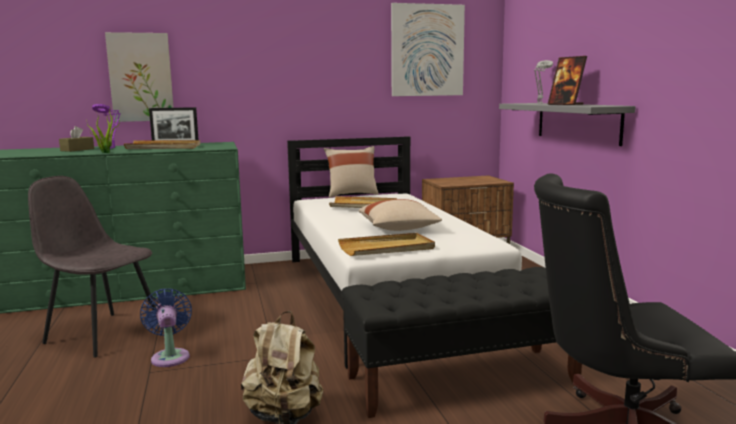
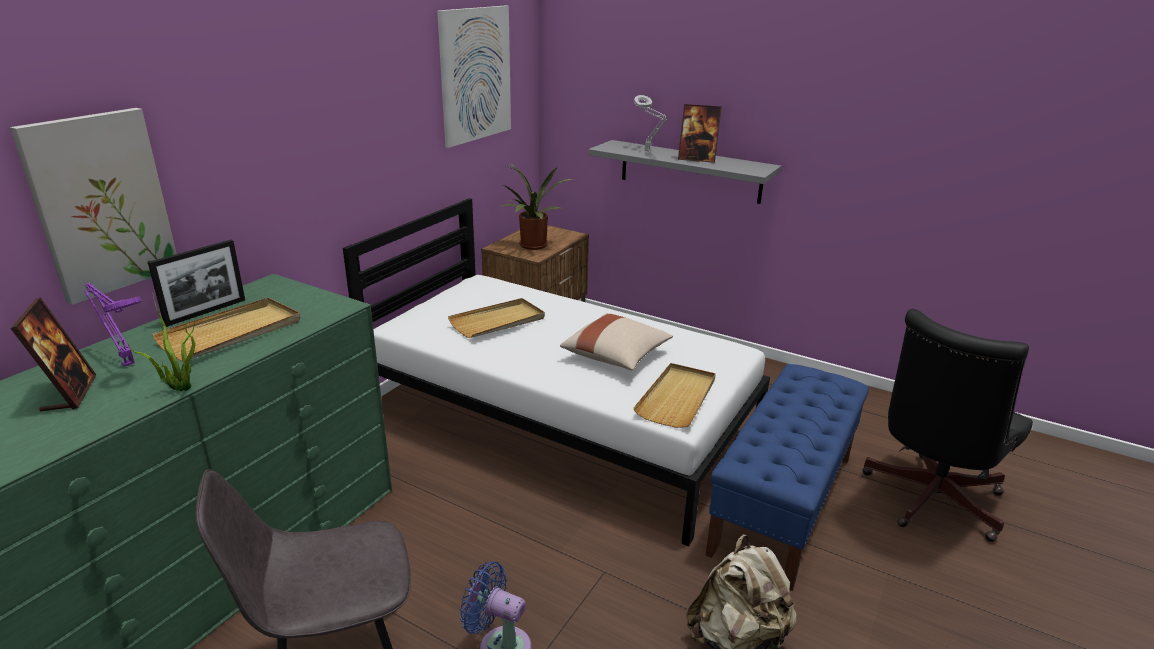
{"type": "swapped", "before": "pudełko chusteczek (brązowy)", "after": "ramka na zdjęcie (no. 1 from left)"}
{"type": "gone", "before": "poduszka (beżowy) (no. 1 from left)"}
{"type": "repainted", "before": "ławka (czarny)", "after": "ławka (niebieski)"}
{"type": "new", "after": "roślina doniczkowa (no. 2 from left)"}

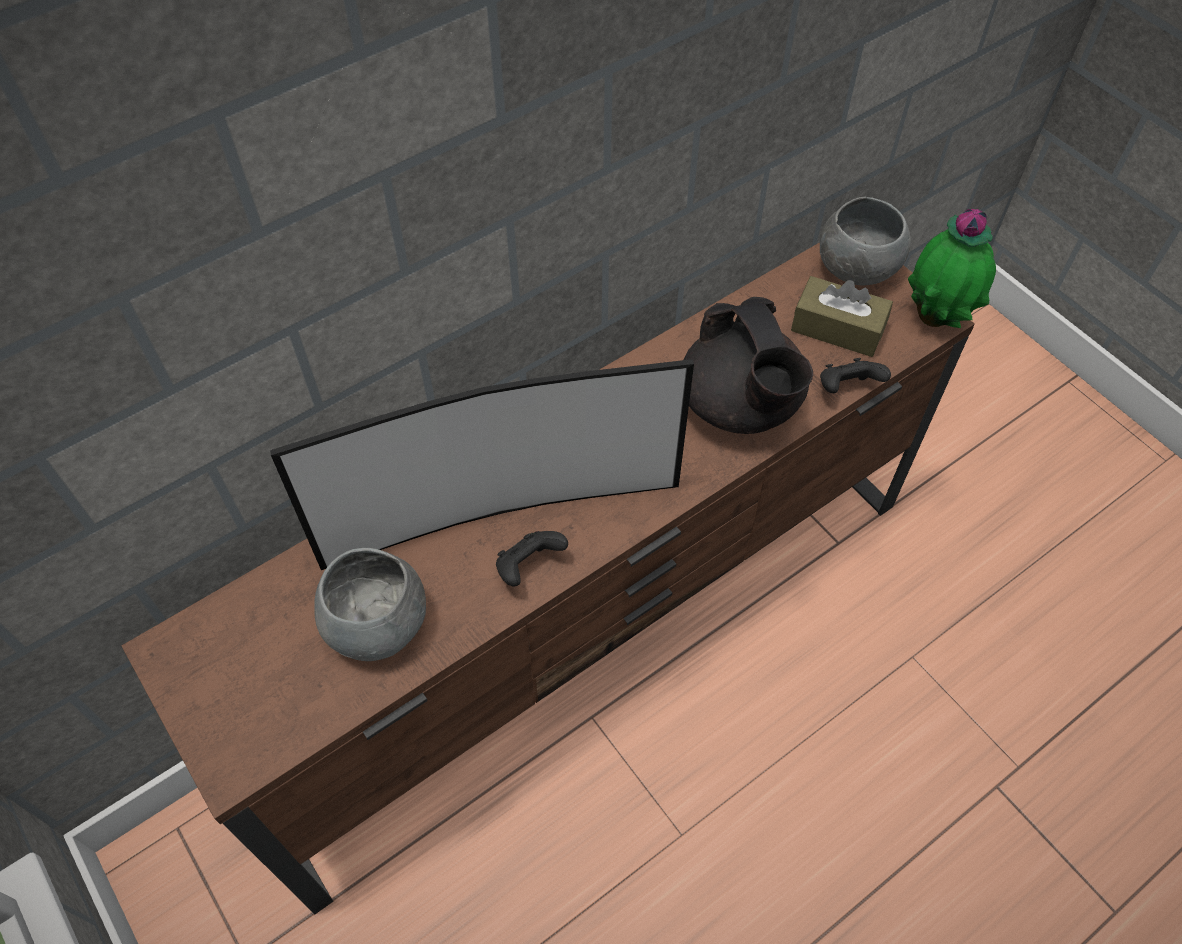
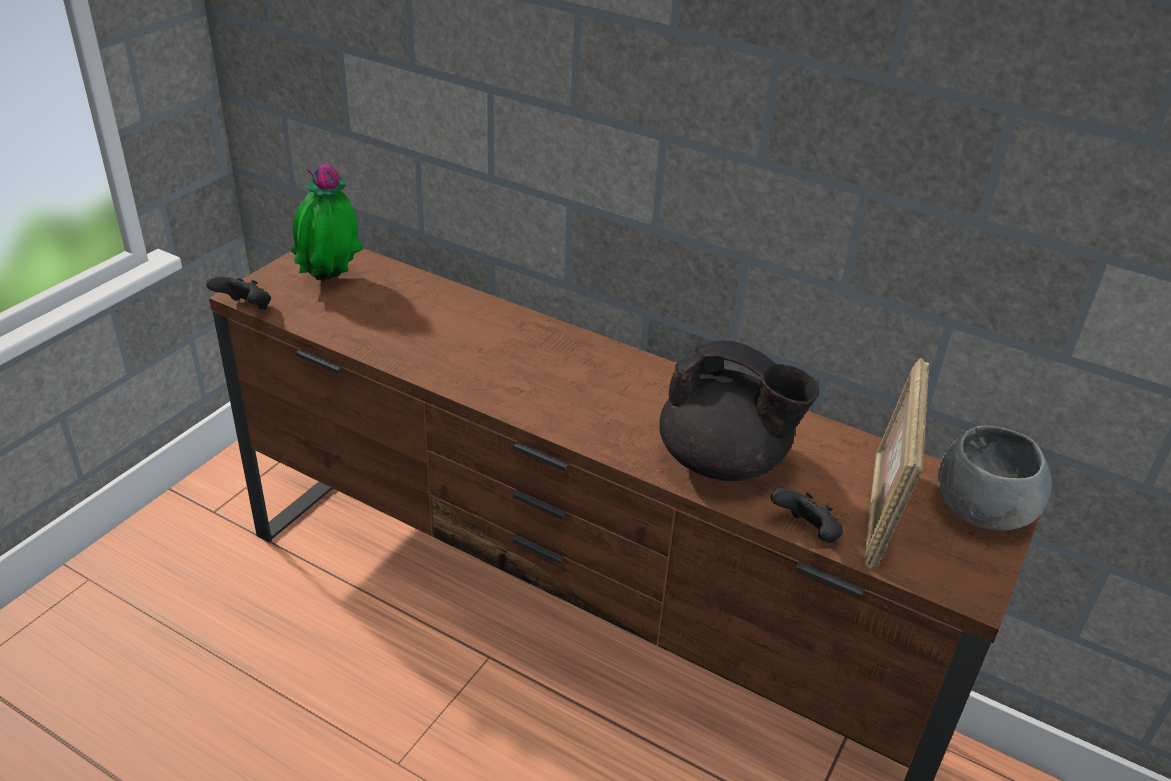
{"type": "shifted", "before": "roślina doniczkowa"}
{"type": "swapped", "before": "pudełko chusteczek (brązowy)", "after": "ramka na zdjęcie"}
{"type": "rotated", "before": "imbryk (czarny)", "turn": -105}
{"type": "gone", "before": "telewizor"}
{"type": "shifted", "before": "pad do gier (czarny) (no. 1 from left)"}
{"type": "gone", "before": "miska (szary) (no. 1 from left)"}

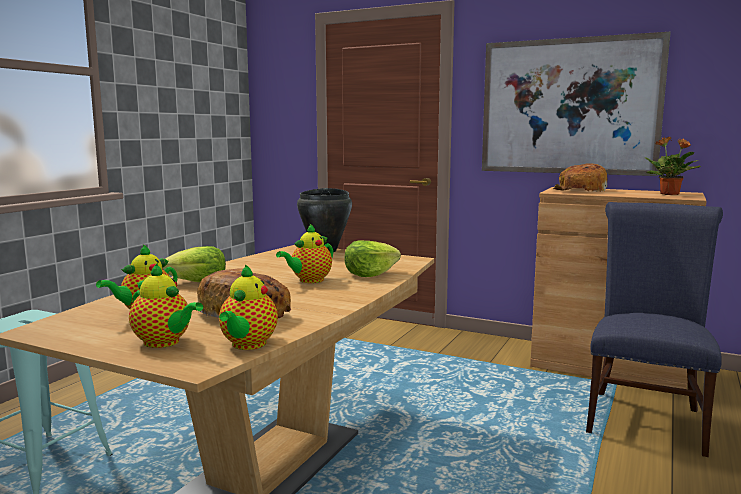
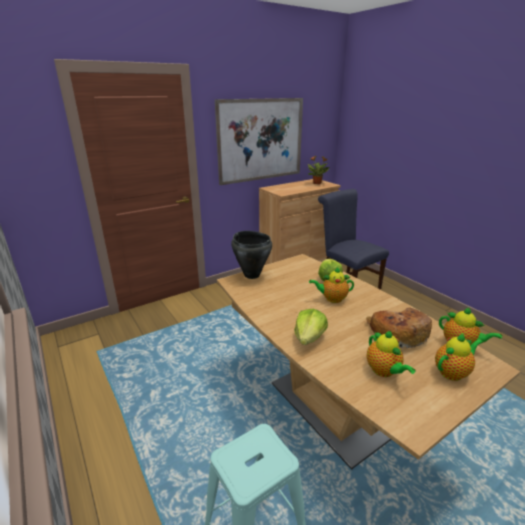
{"type": "gone", "before": "chleb (no. 2 from left)"}
{"type": "rotated", "before": "imbryk (no. 4 from left in the first image)", "turn": 105}

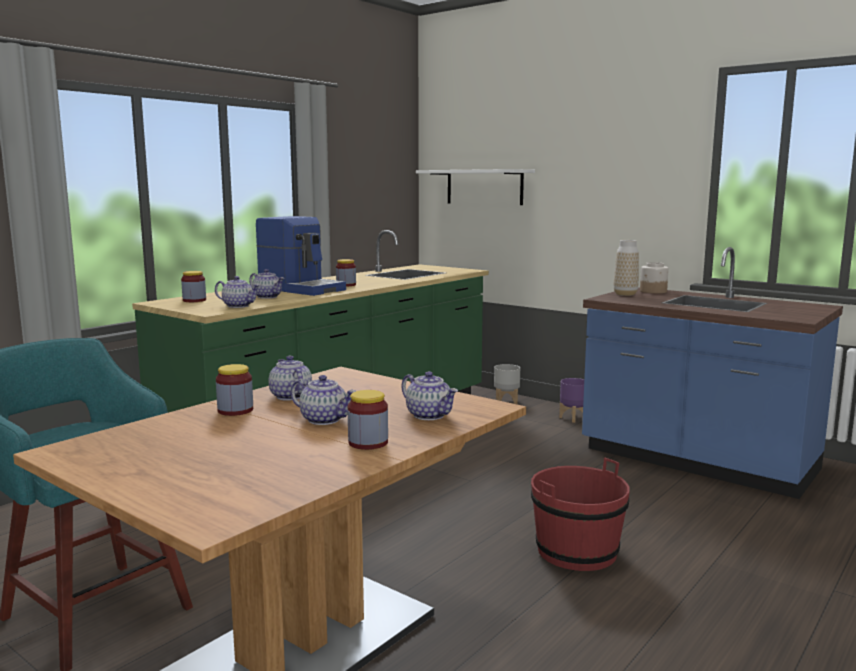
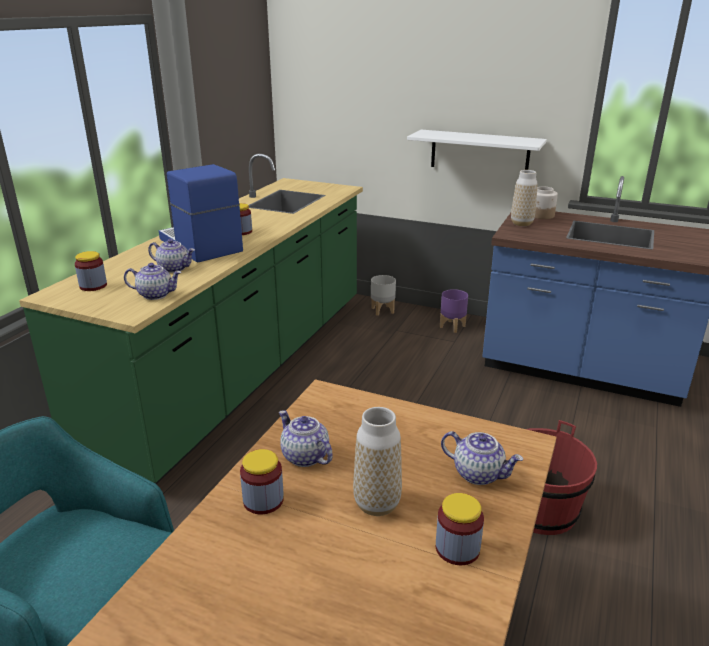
{"type": "shifted", "before": "półka (biały)"}
{"type": "rotated", "before": "ekspres do kawy", "turn": -150}
{"type": "swapped", "before": "imbryk (no. 4 from left)", "after": "wazon (no. 1 from left)"}

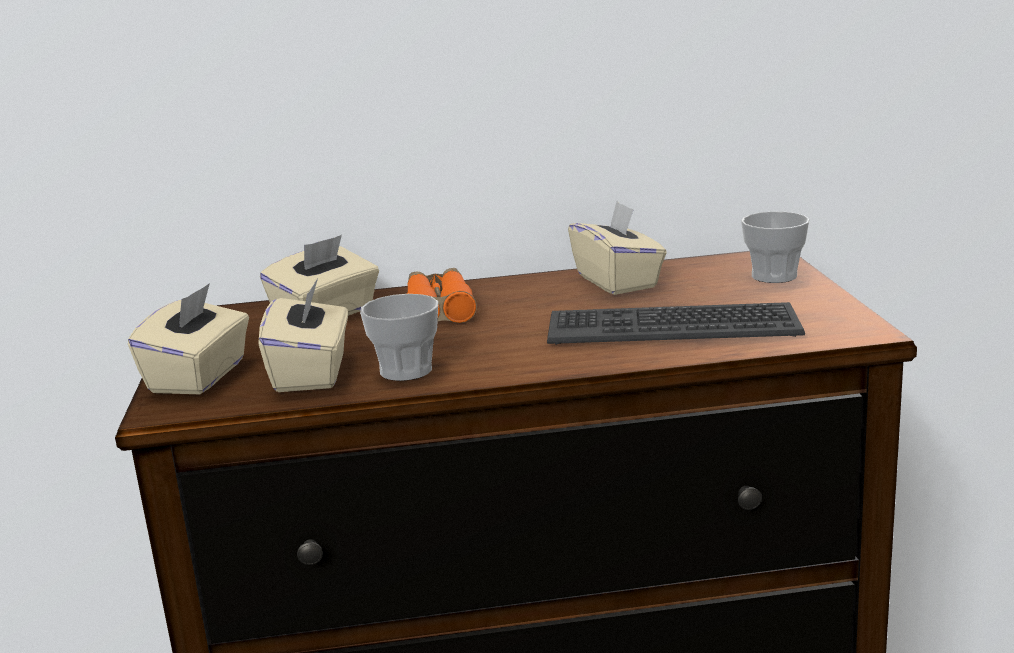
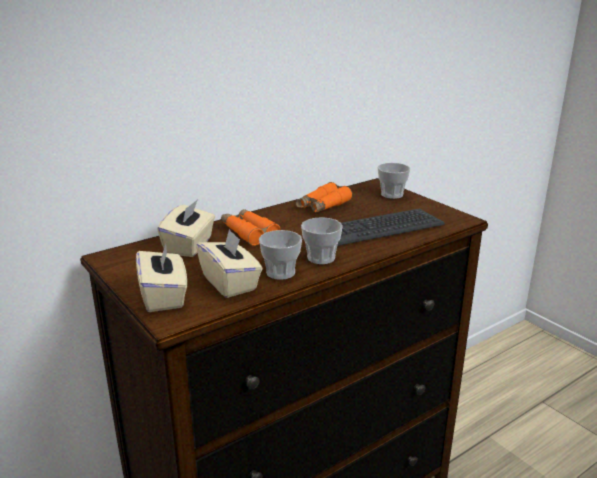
{"type": "swapped", "before": "pudełko chusteczek (beżowy) (no. 4 from left)", "after": "lornetka (pomarańczowy) (no. 2 from left)"}
{"type": "new", "after": "filiżanka (no. 2 from left)"}

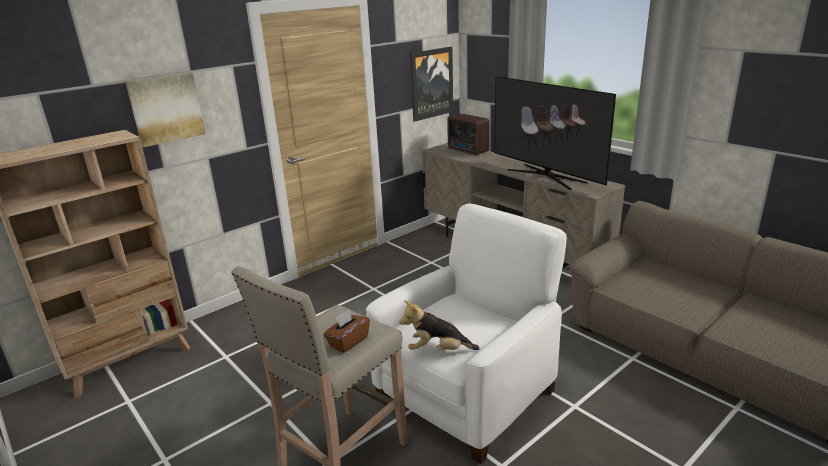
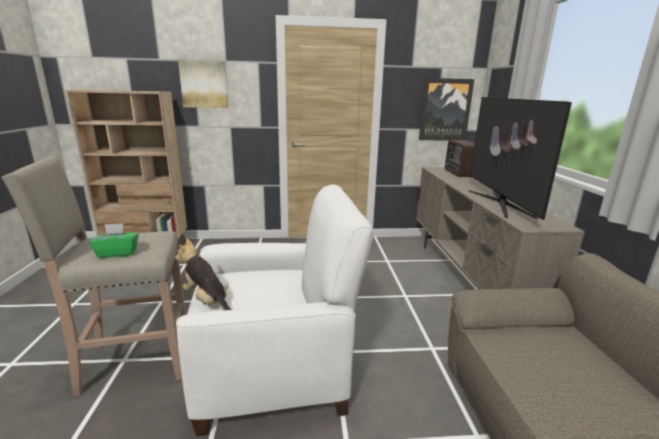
{"type": "repainted", "before": "pudełko chusteczek (brązowy)", "after": "pudełko chusteczek (zielony)"}

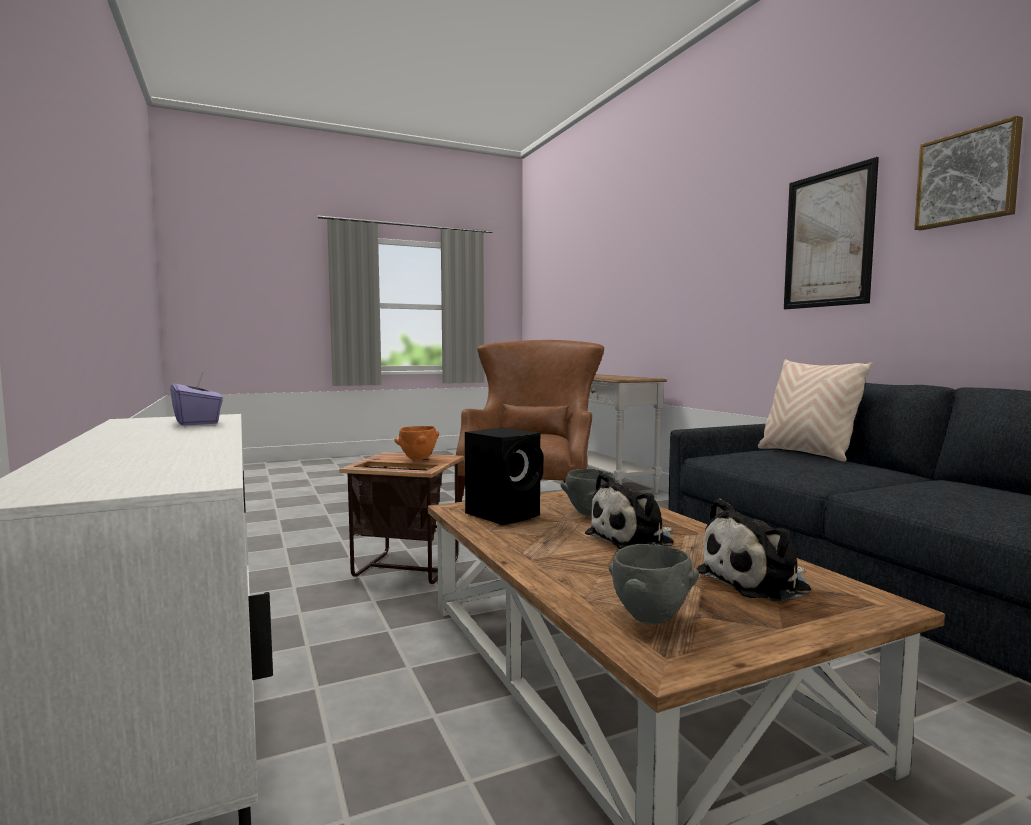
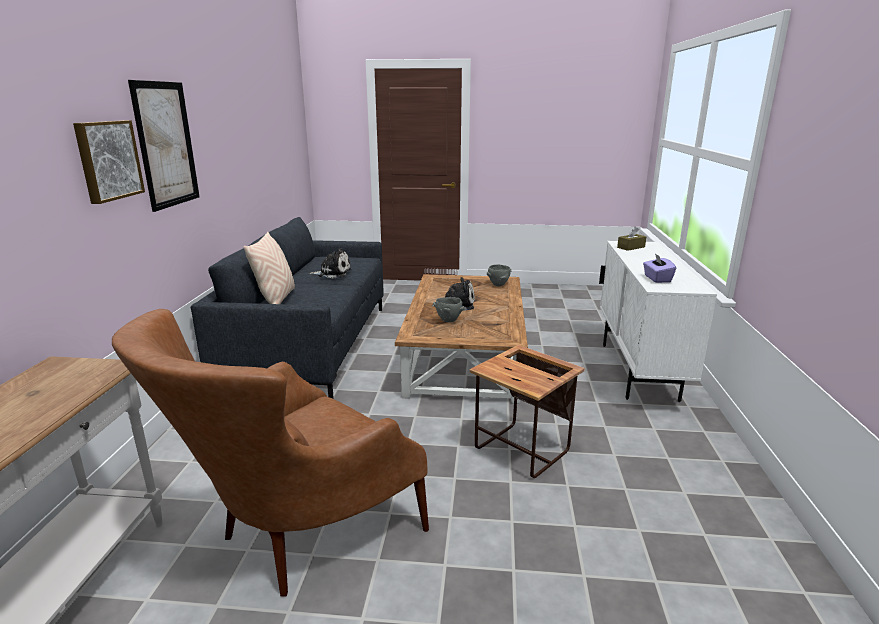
{"type": "shifted", "before": "obraz (no. 2 from left in the first image)", "after": "obraz (no. 1 from left)"}
{"type": "gone", "before": "miska (pomarańczowy)"}
{"type": "gone", "before": "głośnik (czarny)"}
{"type": "shifted", "before": "pluszak (no. 2 from left in the first image)", "after": "pluszak (no. 1 from left)"}
{"type": "new", "after": "pudełko chusteczek (brązowy)"}

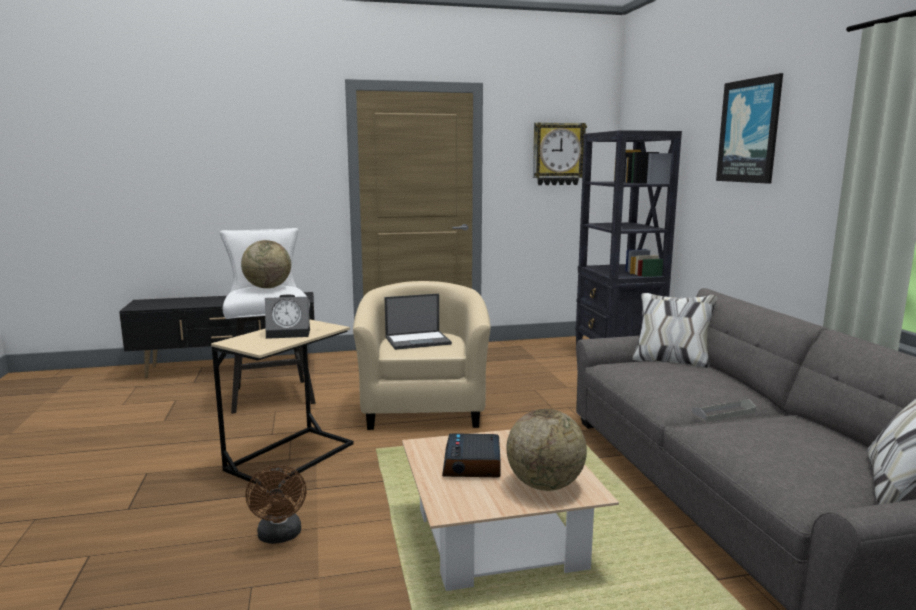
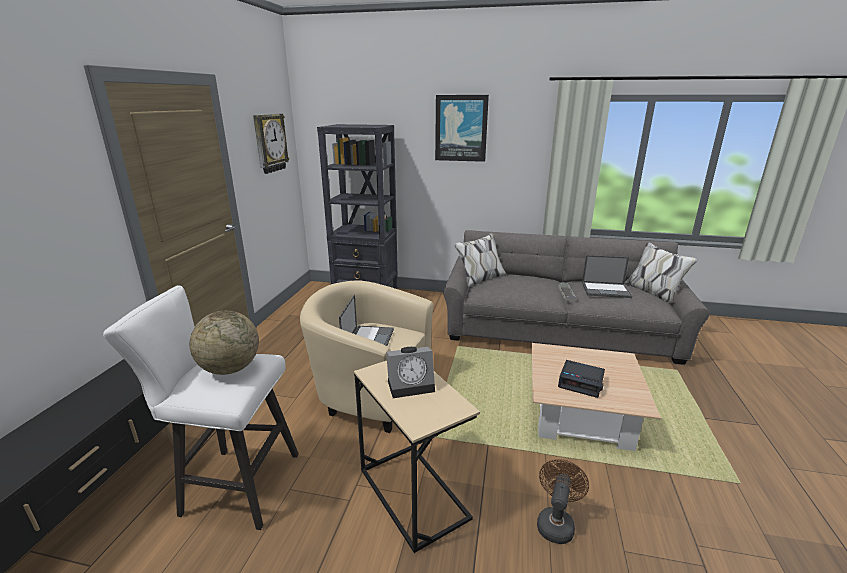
{"type": "rotated", "before": "budzik (no. 1 from left)", "turn": 60}
{"type": "gone", "before": "globus (no. 2 from left)"}
{"type": "rotated", "before": "wentylator (brązowy)", "turn": -75}
{"type": "new", "after": "laptop (no. 2 from left)"}

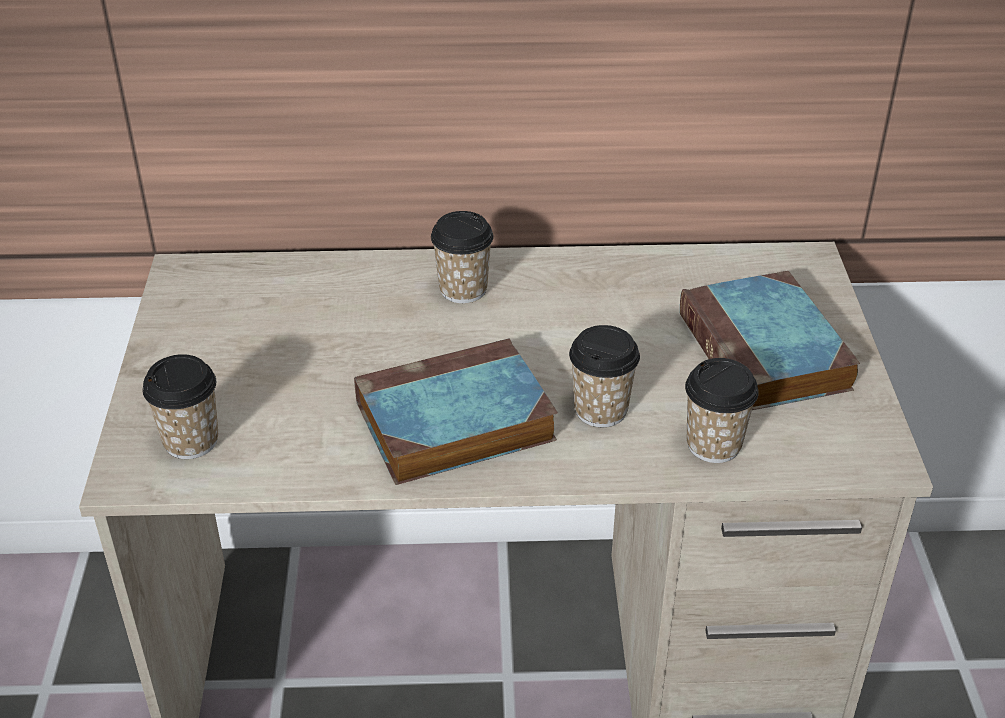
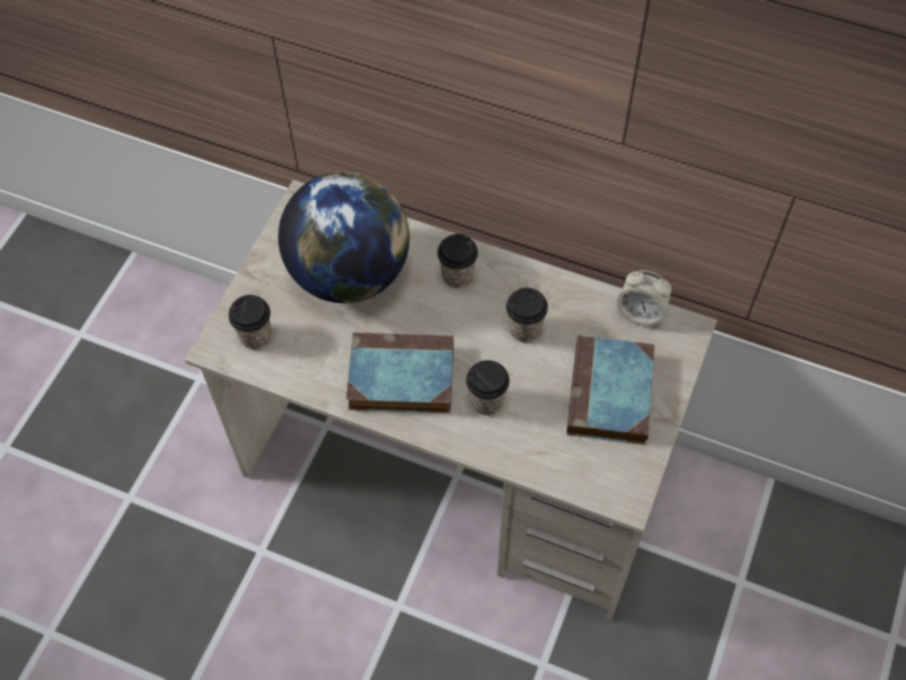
{"type": "shifted", "before": "filiżanka (no. 4 from left)"}
{"type": "new", "after": "globus"}
{"type": "new", "after": "budzik"}

